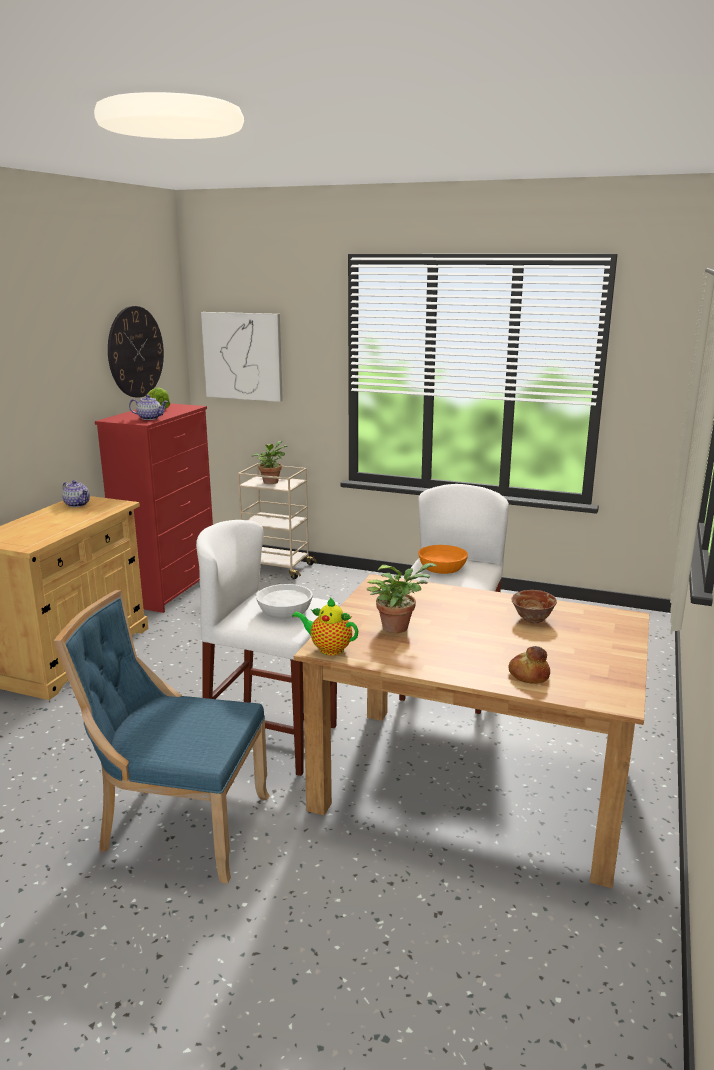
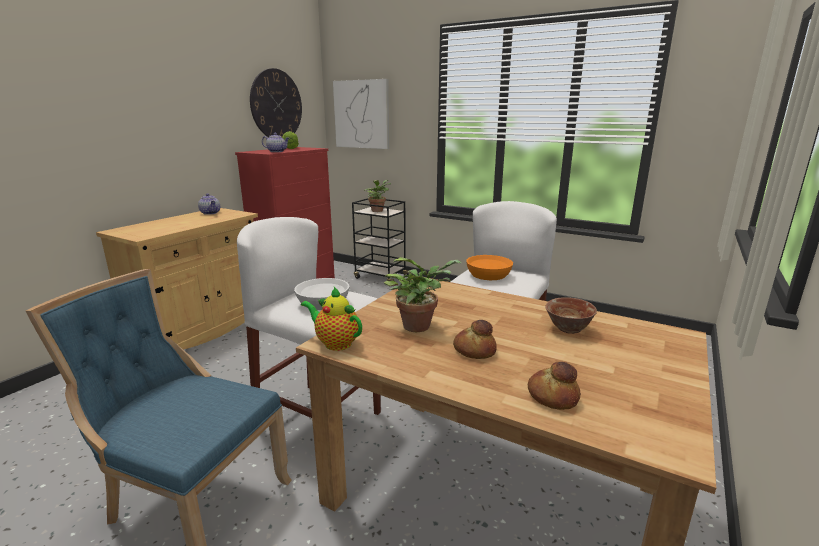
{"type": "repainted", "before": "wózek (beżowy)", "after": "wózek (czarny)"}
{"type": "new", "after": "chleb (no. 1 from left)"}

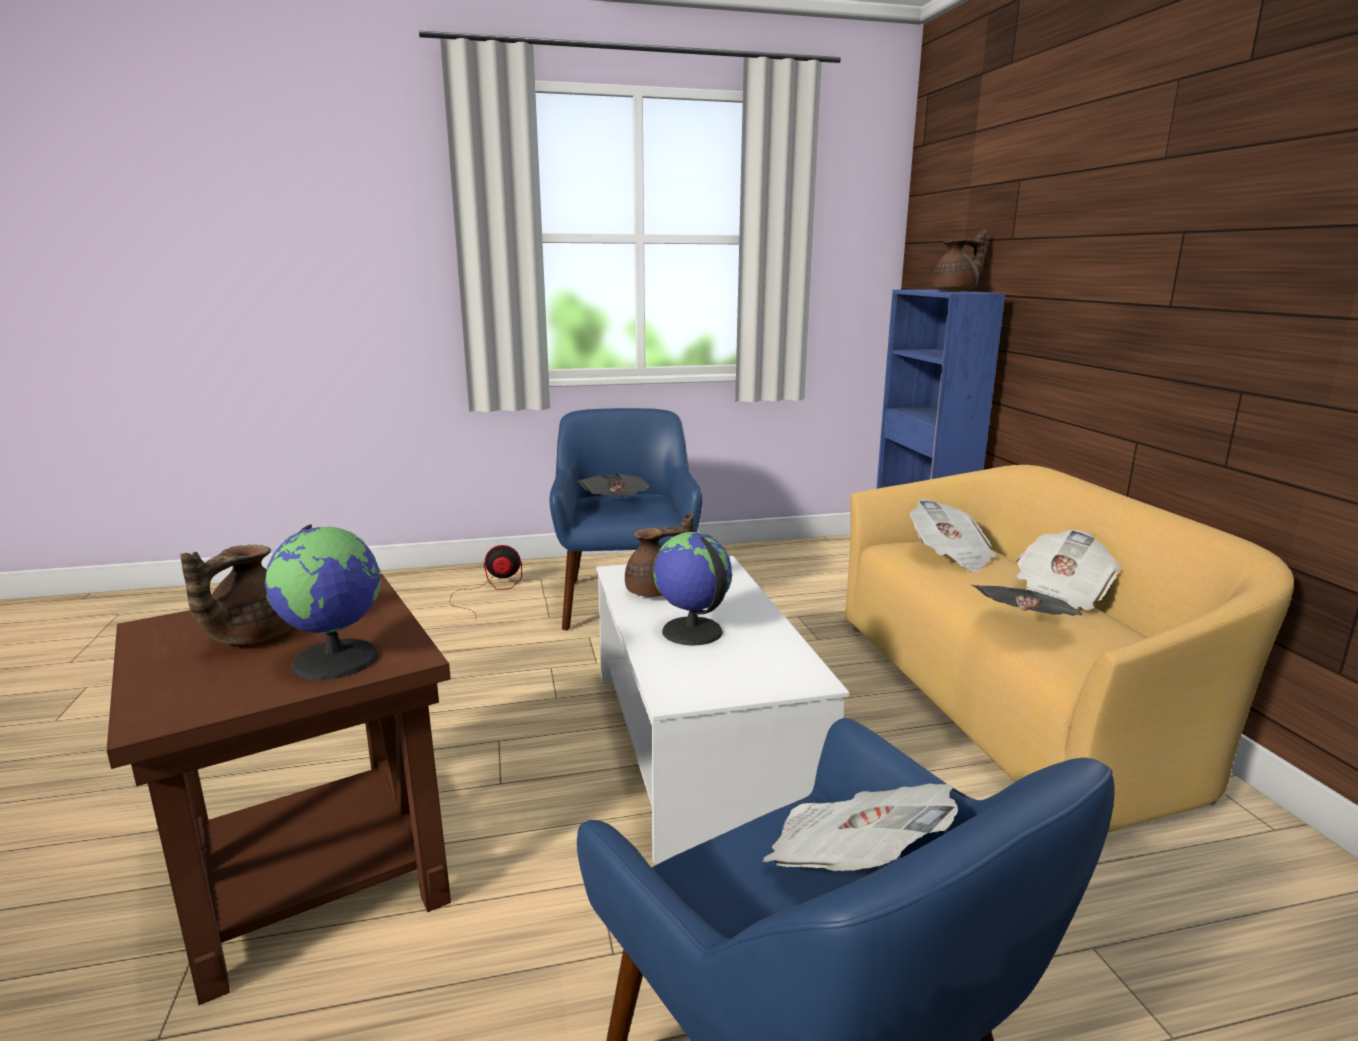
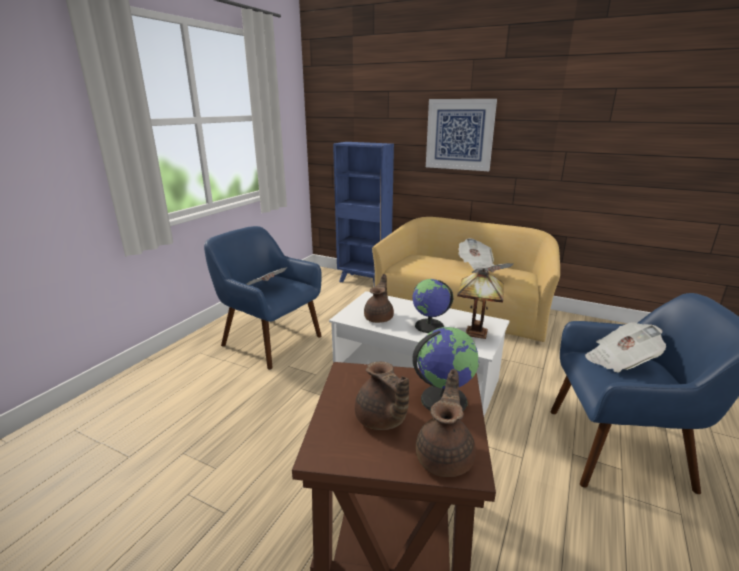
{"type": "shifted", "before": "imbryk (brązowy) (no. 3 from left)"}
{"type": "gone", "before": "gazeta (no. 3 from left)"}
{"type": "gone", "before": "wentylator"}
{"type": "new", "after": "obraz"}
{"type": "new", "after": "lampa stołowa"}

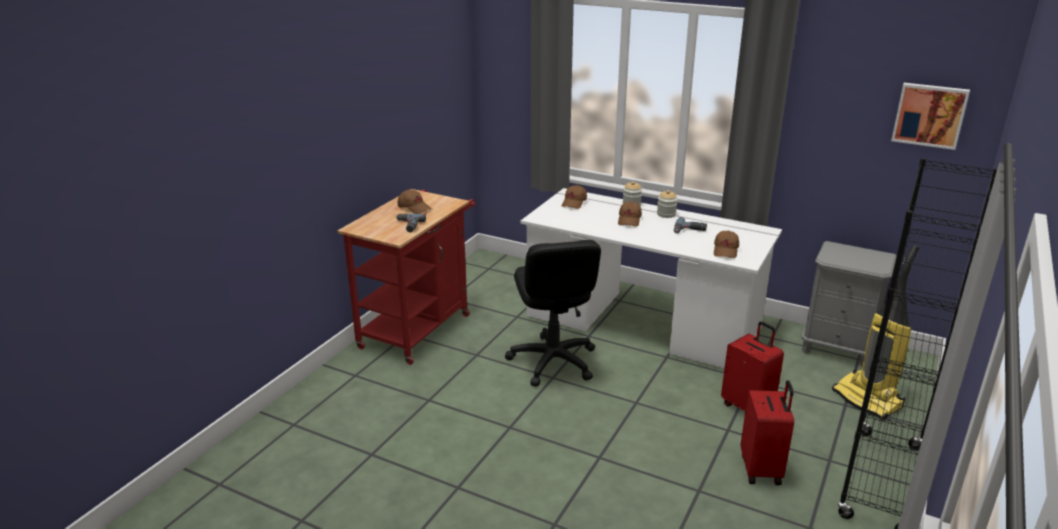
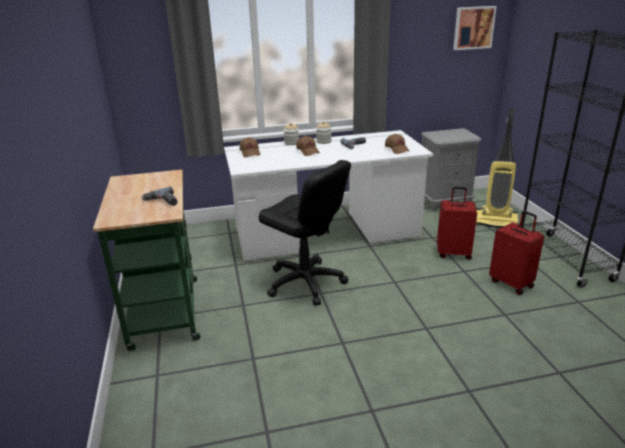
{"type": "repainted", "before": "wózek (czerwony)", "after": "wózek (zielony)"}
{"type": "gone", "before": "czapka z daszkiem (brązowy) (no. 1 from left)"}

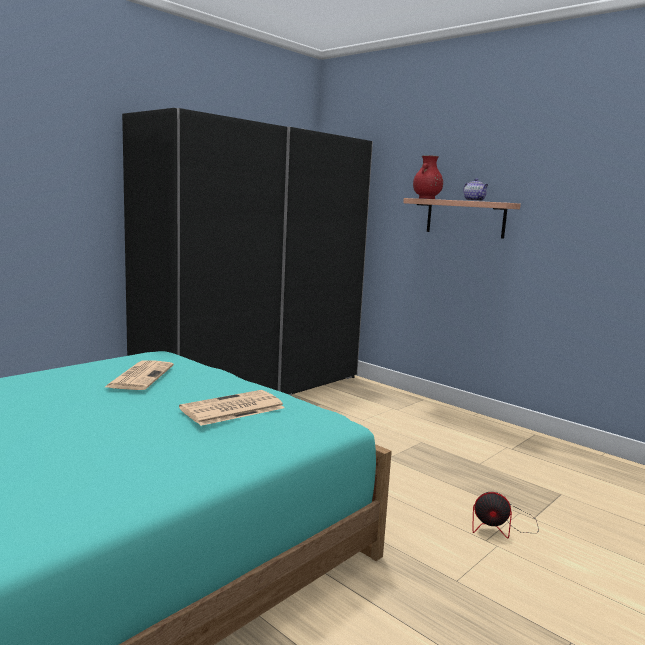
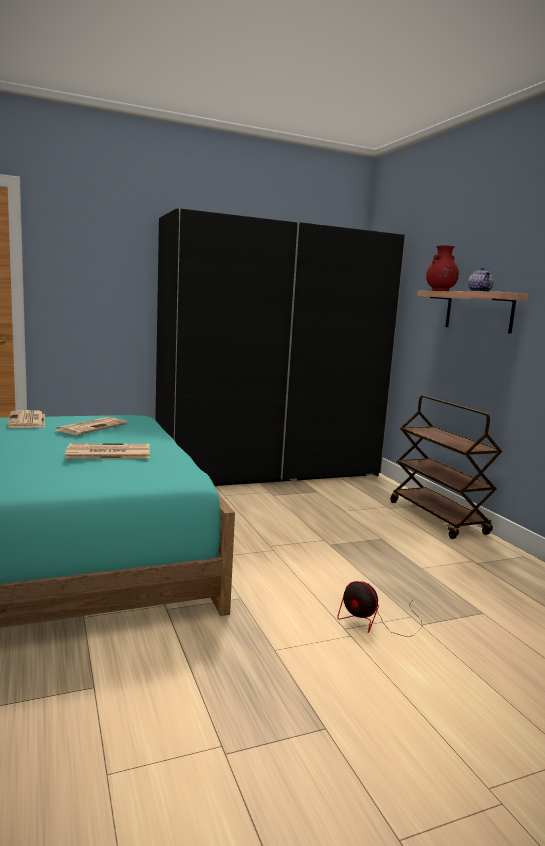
{"type": "new", "after": "wózek (brązowy)"}
{"type": "new", "after": "gazeta (no. 1 from left)"}

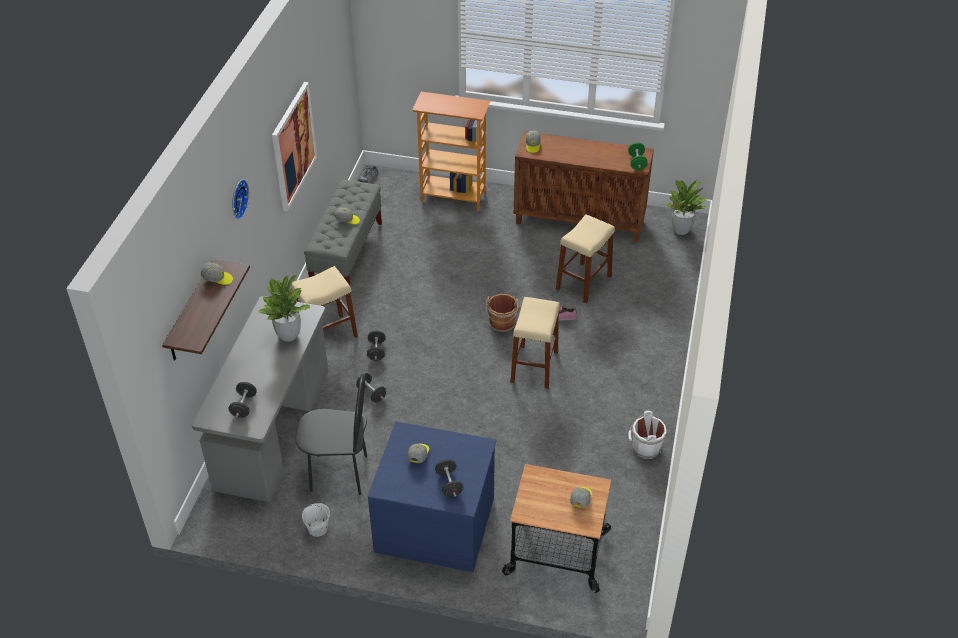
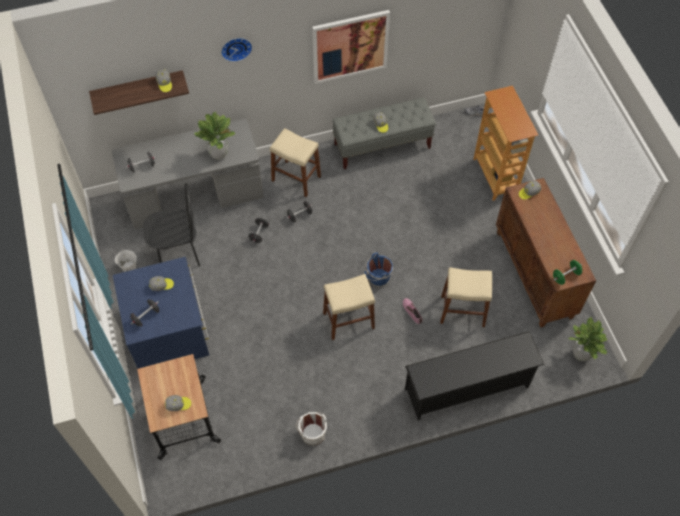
{"type": "repainted", "before": "wiadro (brązowy)", "after": "wiadro (niebieski)"}
{"type": "rotated", "before": "krzesło (czarny)", "turn": -75}
{"type": "new", "after": "regał na buty (czarny)"}

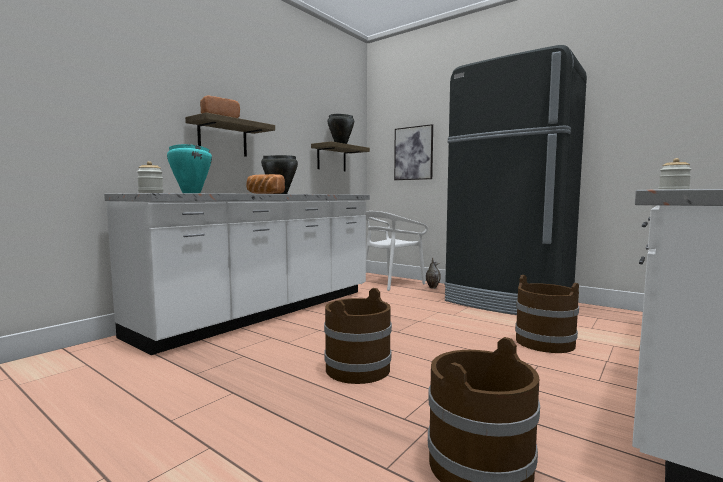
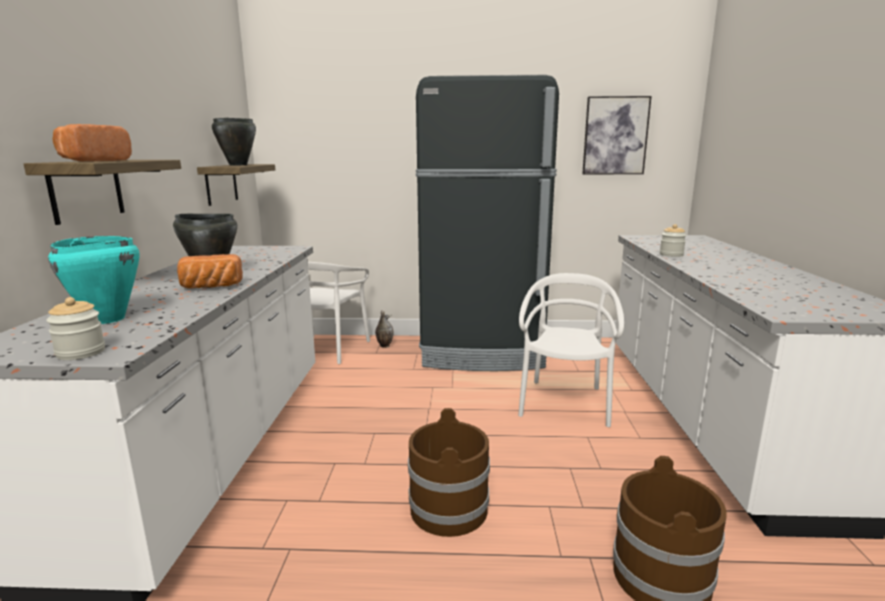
{"type": "shifted", "before": "obraz"}
{"type": "swapped", "before": "wiadro (brązowy) (no. 3 from left)", "after": "krzesło (biały) (no. 2 from left)"}

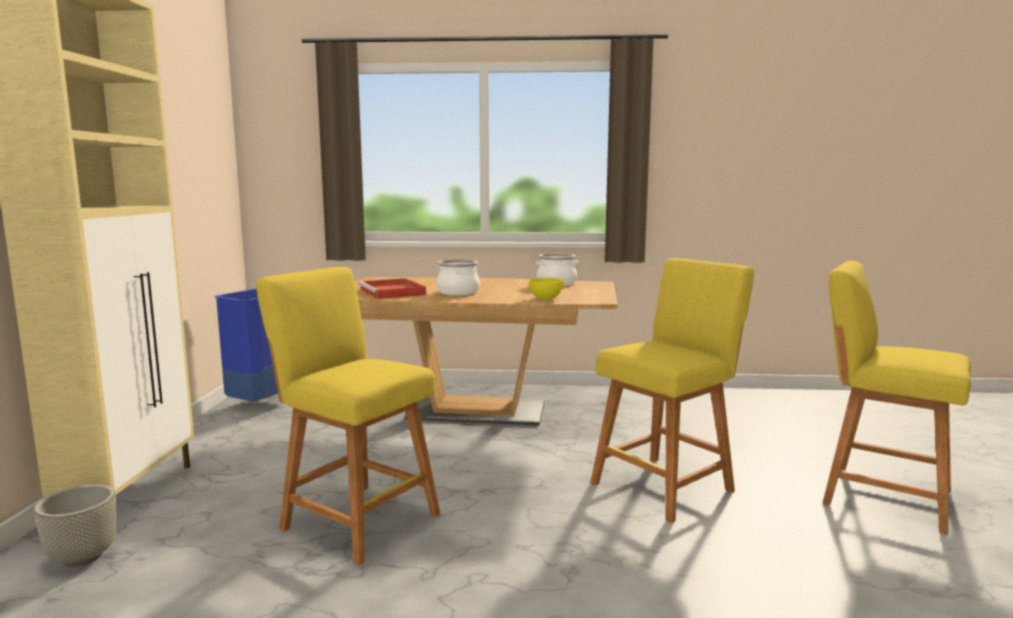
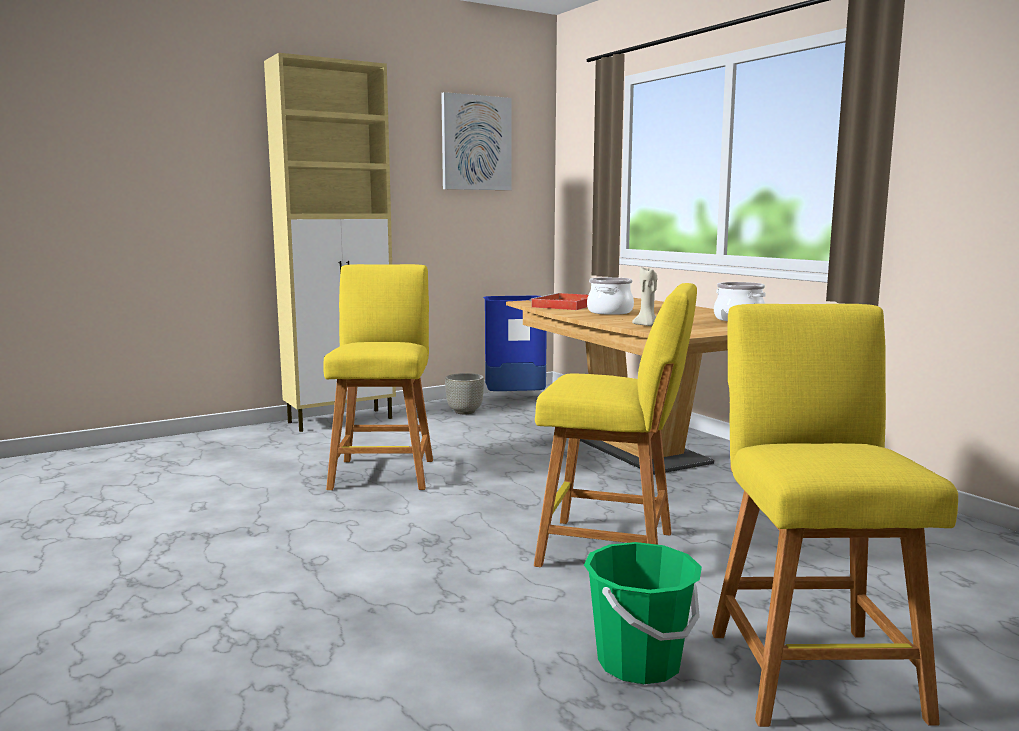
{"type": "swapped", "before": "miska (żółty)", "after": "świeca (beżowy)"}
{"type": "shifted", "before": "donica (szary)"}
{"type": "new", "after": "obraz"}
{"type": "new", "after": "wiadro (zielony)"}

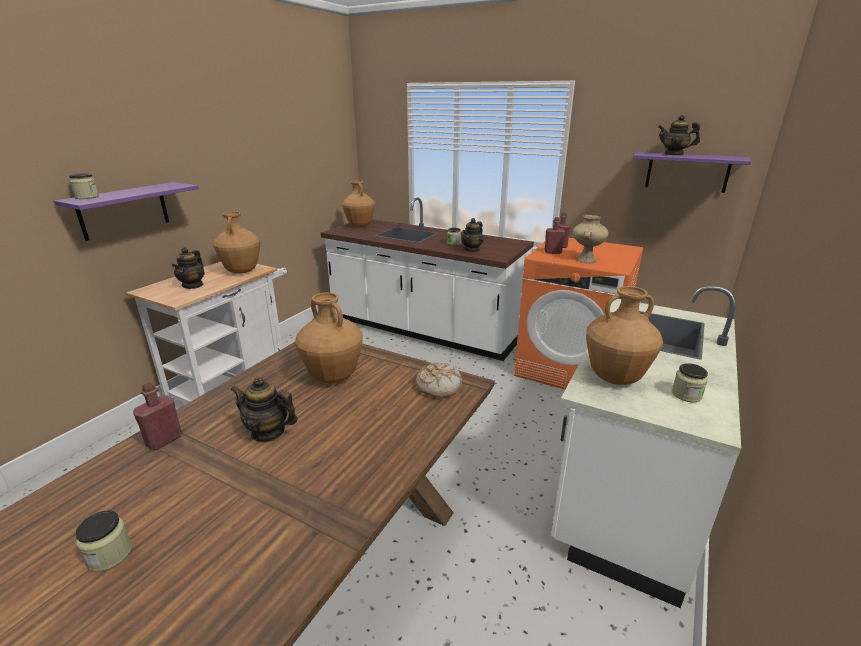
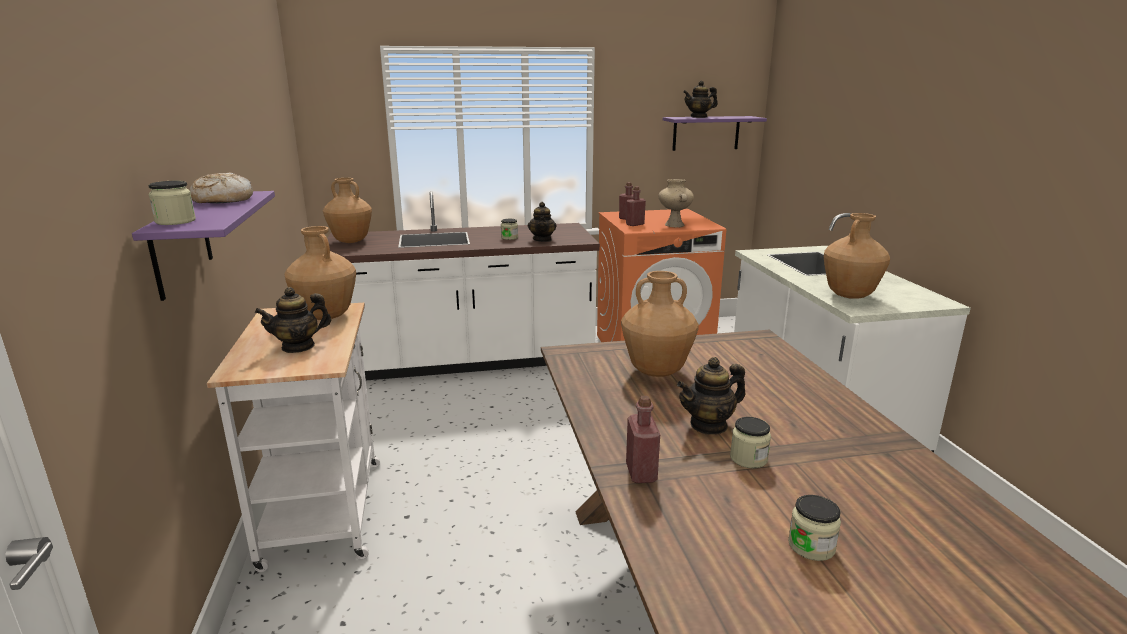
{"type": "rotated", "before": "imbryk (no. 1 from left)", "turn": 90}
{"type": "shifted", "before": "chleb"}
{"type": "shifted", "before": "słoik (no. 4 from left in the first image)", "after": "słoik (no. 3 from left)"}

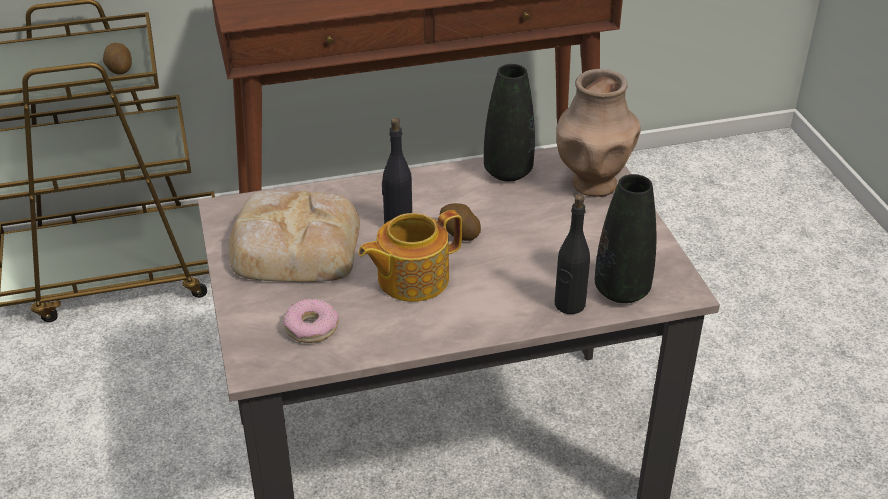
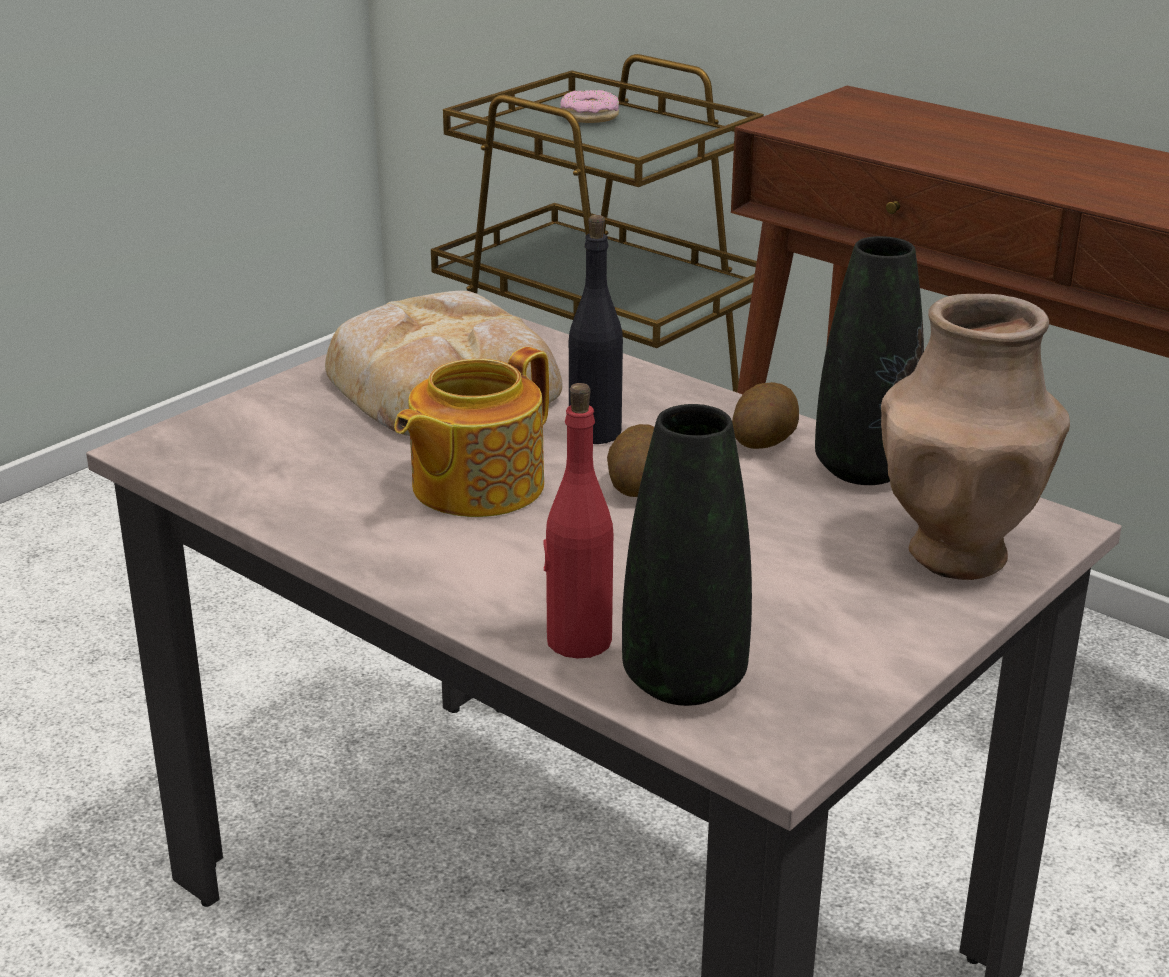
{"type": "shifted", "before": "ziemniak (no. 1 from left in the first image)", "after": "ziemniak (no. 2 from left)"}
{"type": "repainted", "before": "butelka (czarny) (no. 2 from left)", "after": "butelka (czerwony)"}
{"type": "rotated", "before": "imbryk", "turn": -75}
{"type": "shifted", "before": "donut"}

